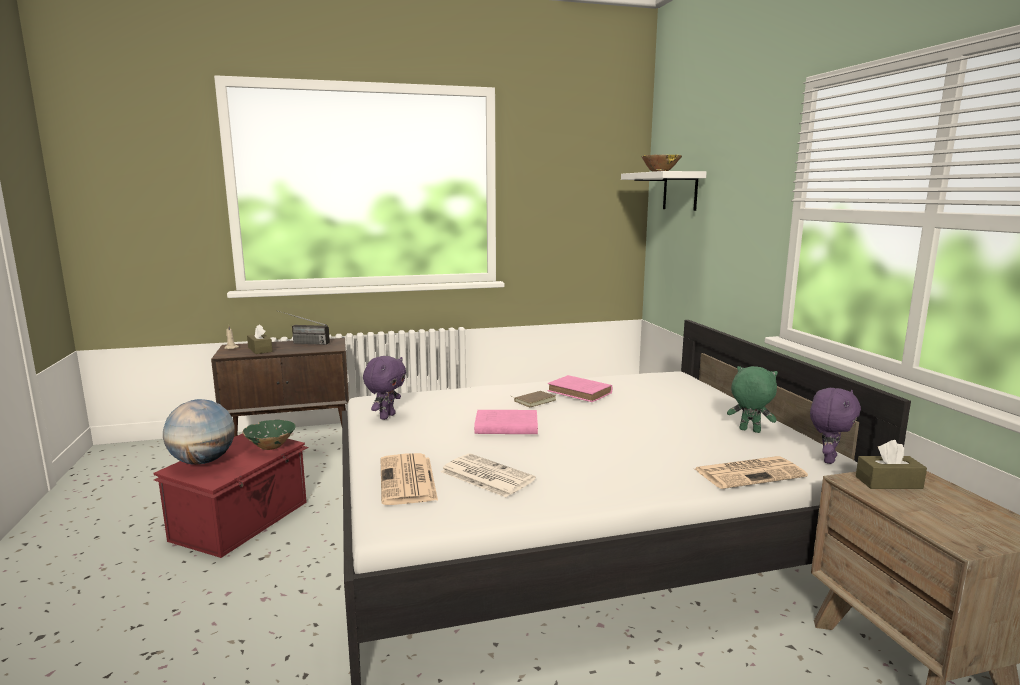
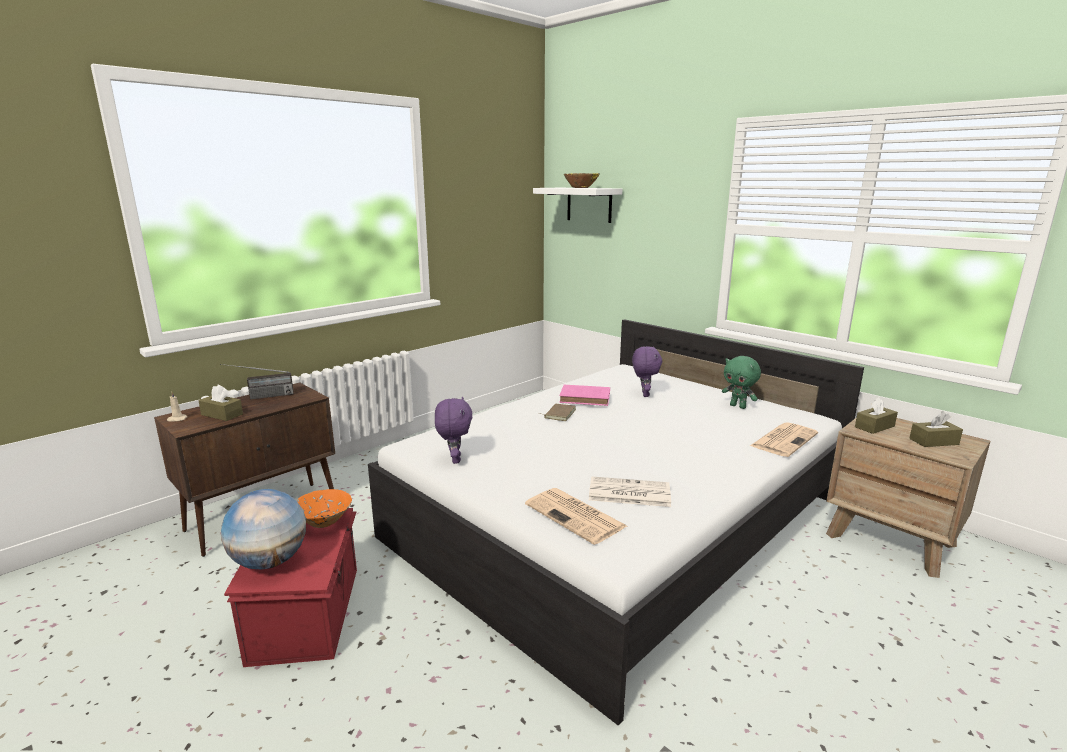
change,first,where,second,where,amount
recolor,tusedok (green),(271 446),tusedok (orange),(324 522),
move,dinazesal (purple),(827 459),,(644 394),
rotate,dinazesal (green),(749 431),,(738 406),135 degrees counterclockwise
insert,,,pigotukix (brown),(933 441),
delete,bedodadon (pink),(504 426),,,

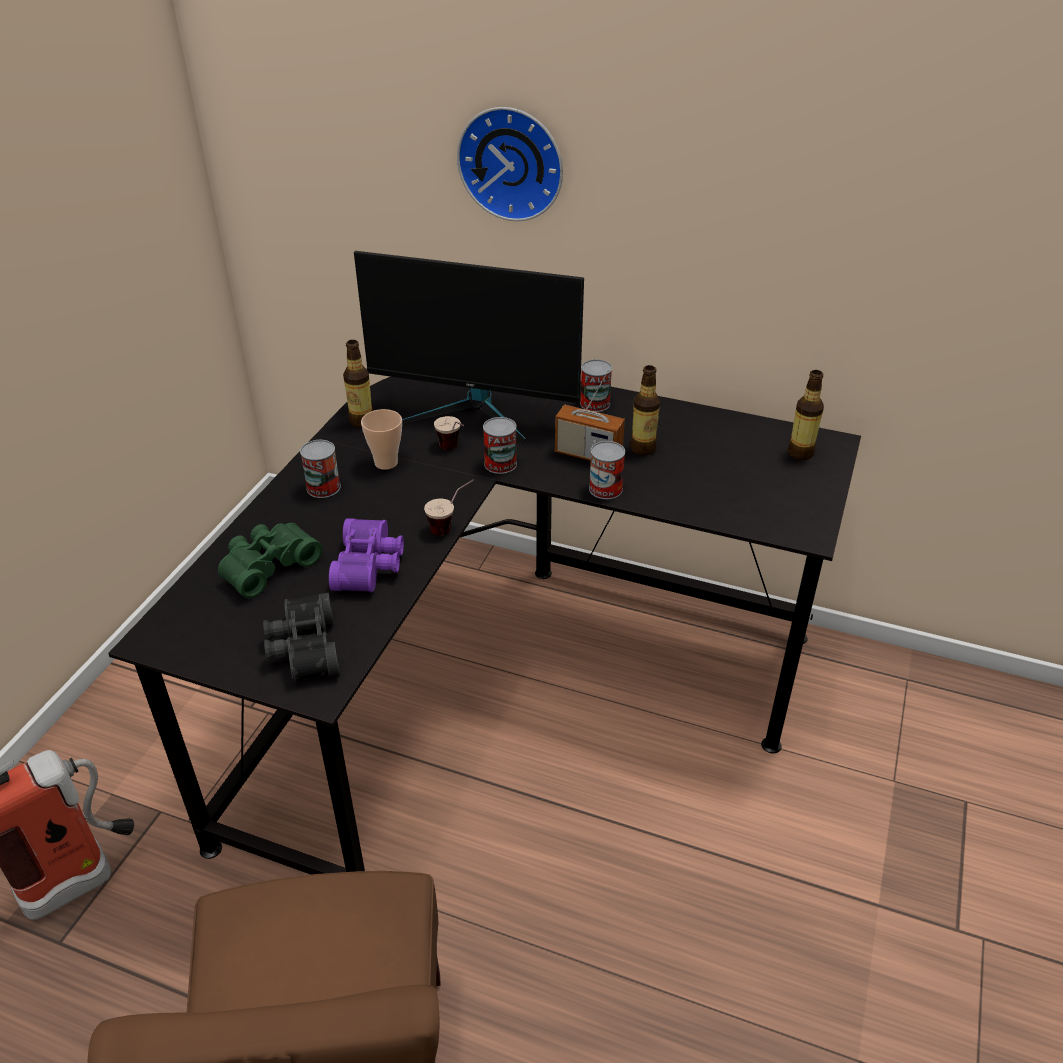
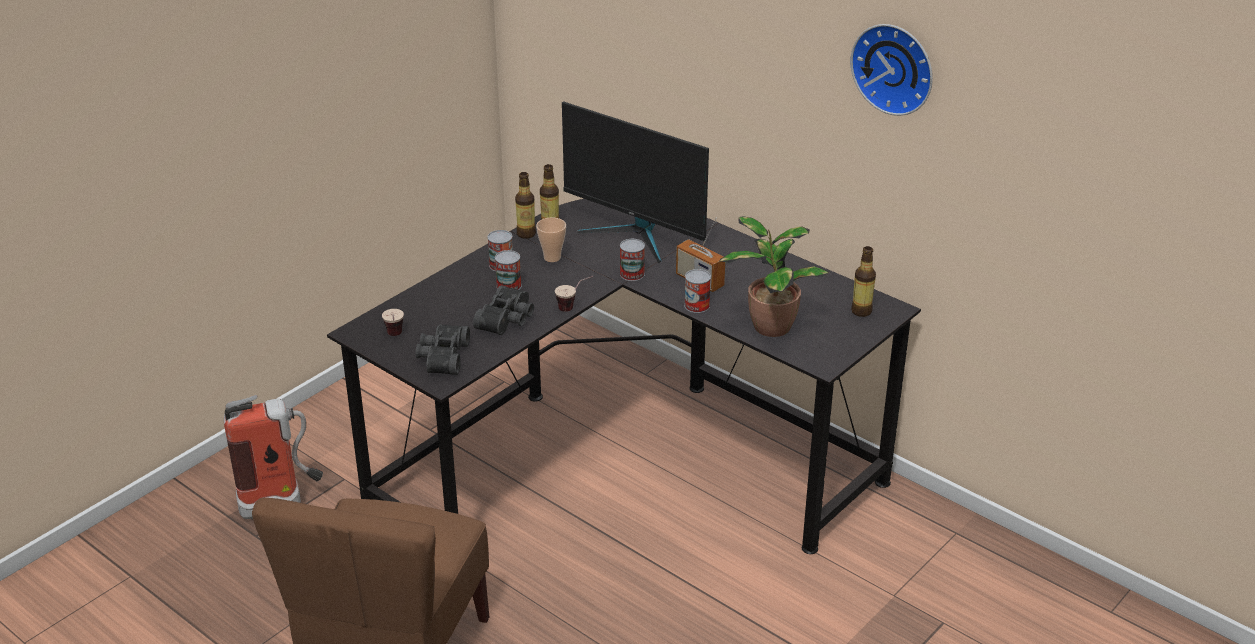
change,first,where,second,where,amount
move,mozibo,(453 450),,(395 337),
recolor,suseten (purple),(371 565),suseten (black),(508 319),
move,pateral,(595 403),,(509 286),
move,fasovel,(643 448),,(526 234),
insert,,,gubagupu,(769 325),
move,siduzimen,(512 162),,(895 67),
delete,suseten (green),(267 565),,,

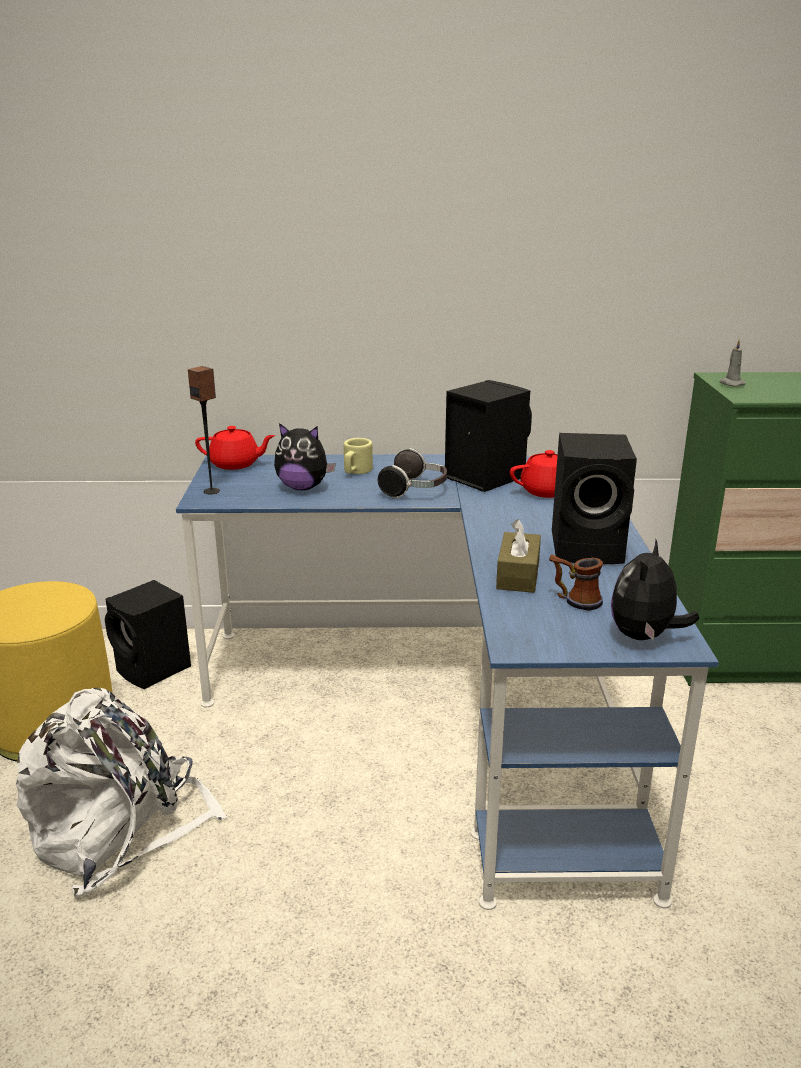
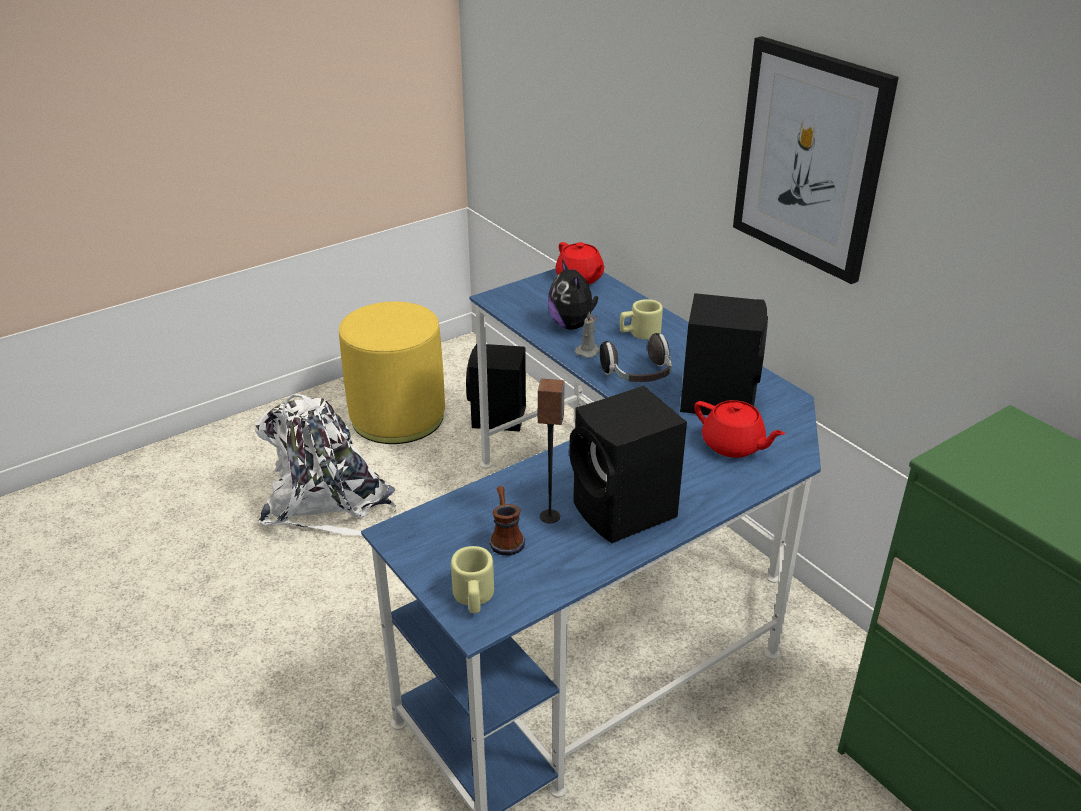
change,first,where,second,where,amount
replace,dinazesal,(644 637),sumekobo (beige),(473 597),
move,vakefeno,(212 491),,(550 516),
move,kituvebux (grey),(731 384),,(588 351),
insert,,,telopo,(810 159),
delete,pigotukix (brown),(518 575),,,

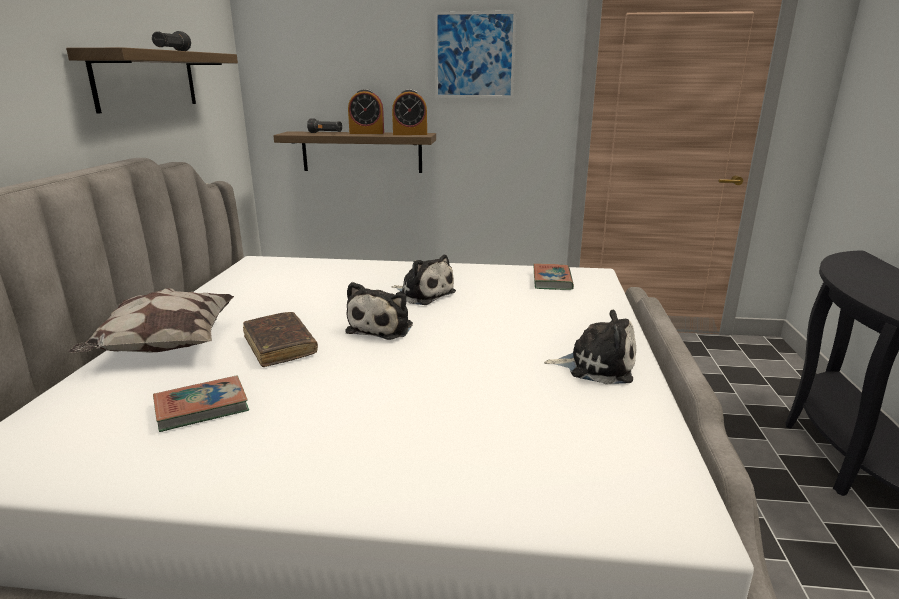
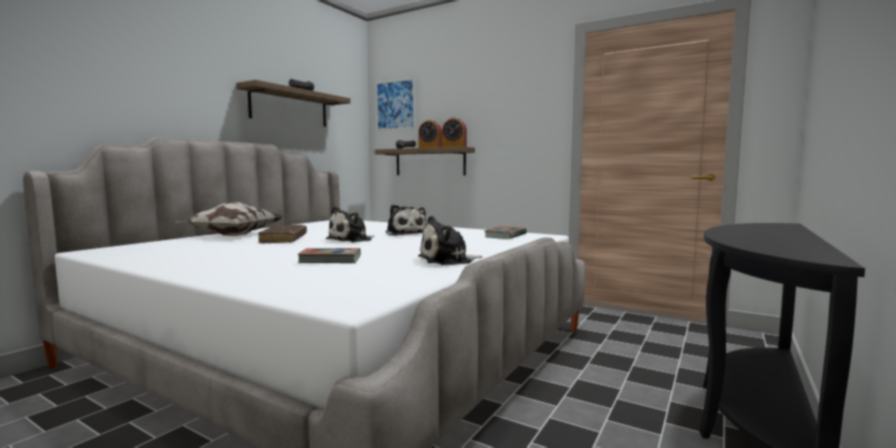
change,first,where,second,where,amount
move,bedodadon,(202 408),,(330 260),
move,telopo,(474 55),,(395 105),
rotate,dinazesal,(596 366),,(448 260),120 degrees clockwise

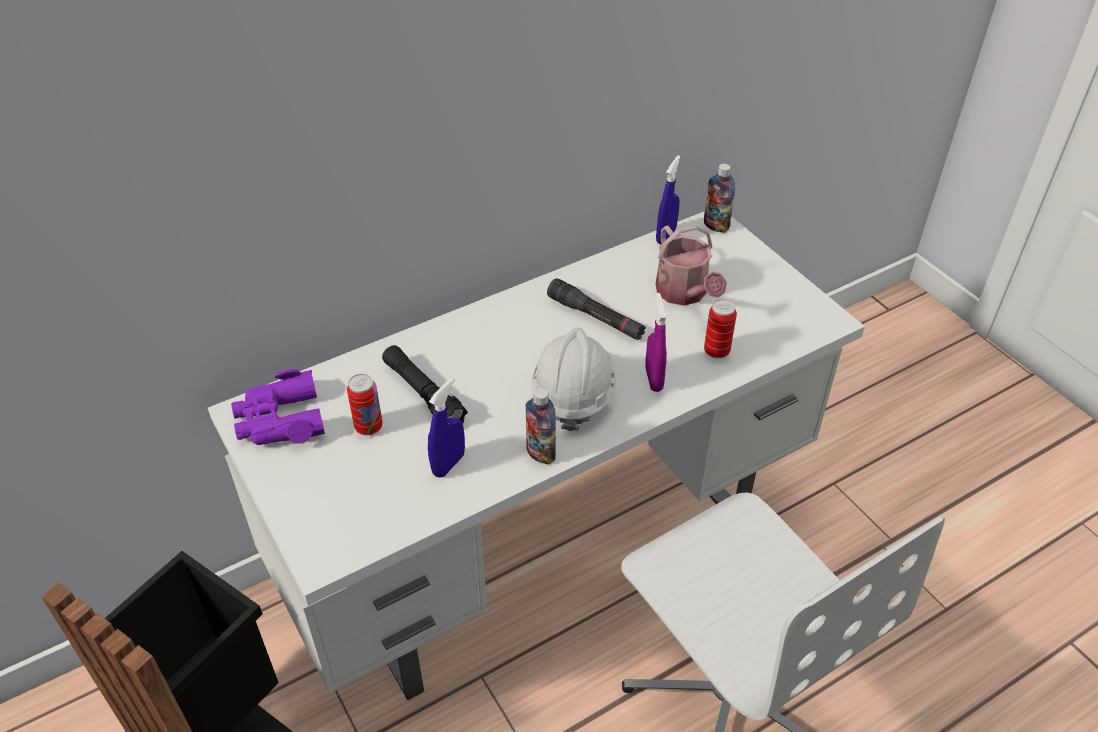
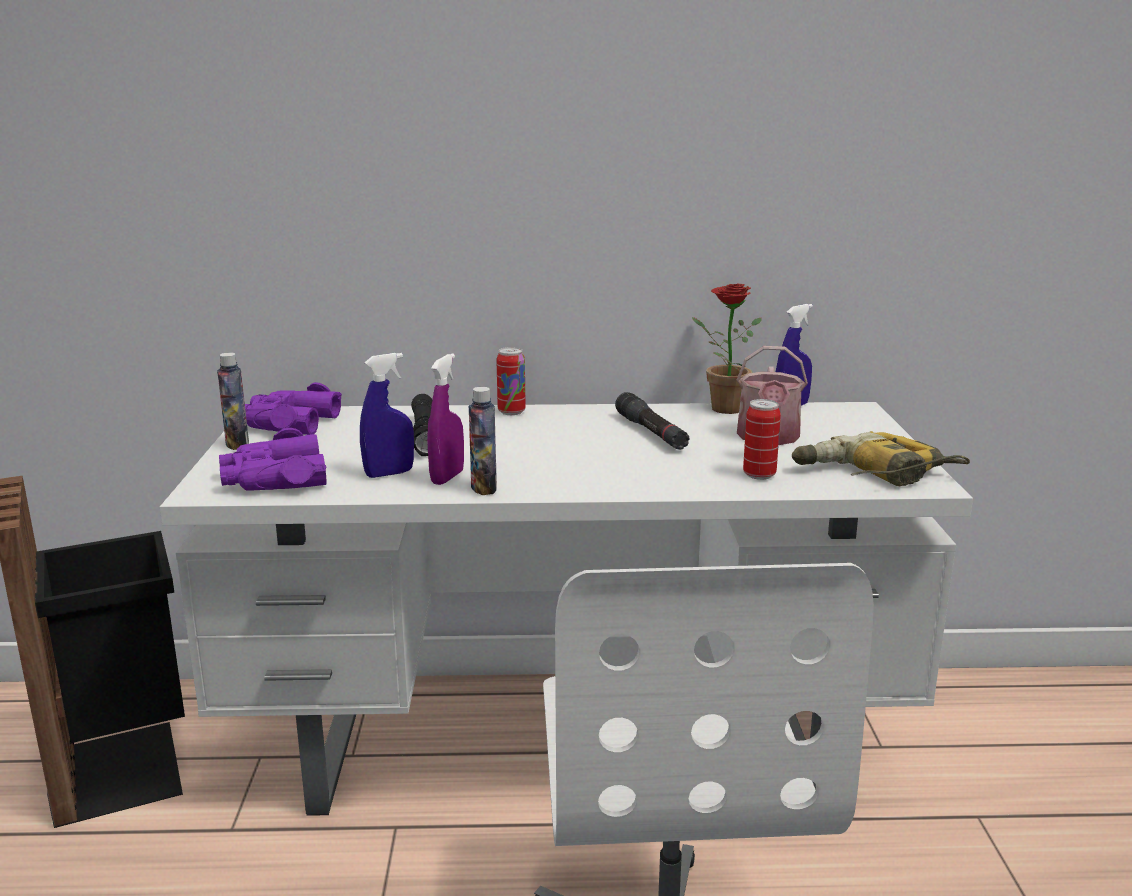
change,first,where,second,where,amount
move,fasovel,(716 226),,(237 444),
insert,,,suseten (purple),(274 478),
move,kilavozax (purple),(653 379),,(447 477),
move,pateral,(368 427),,(511 412),
insert,,,gubagupu,(720 408),
insert,,,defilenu,(874 475),
delete,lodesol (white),(573 394),,,

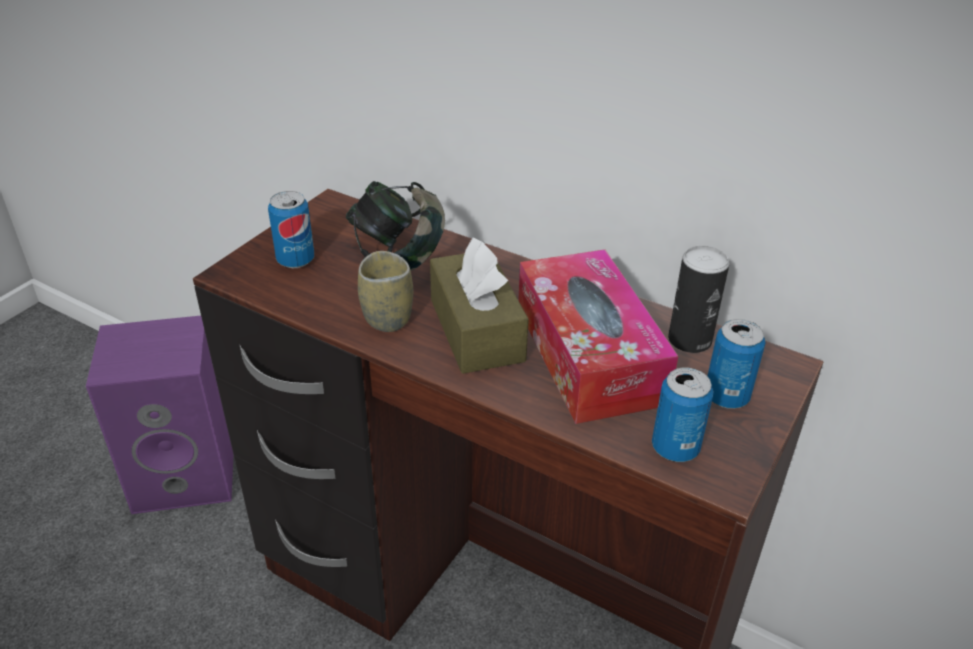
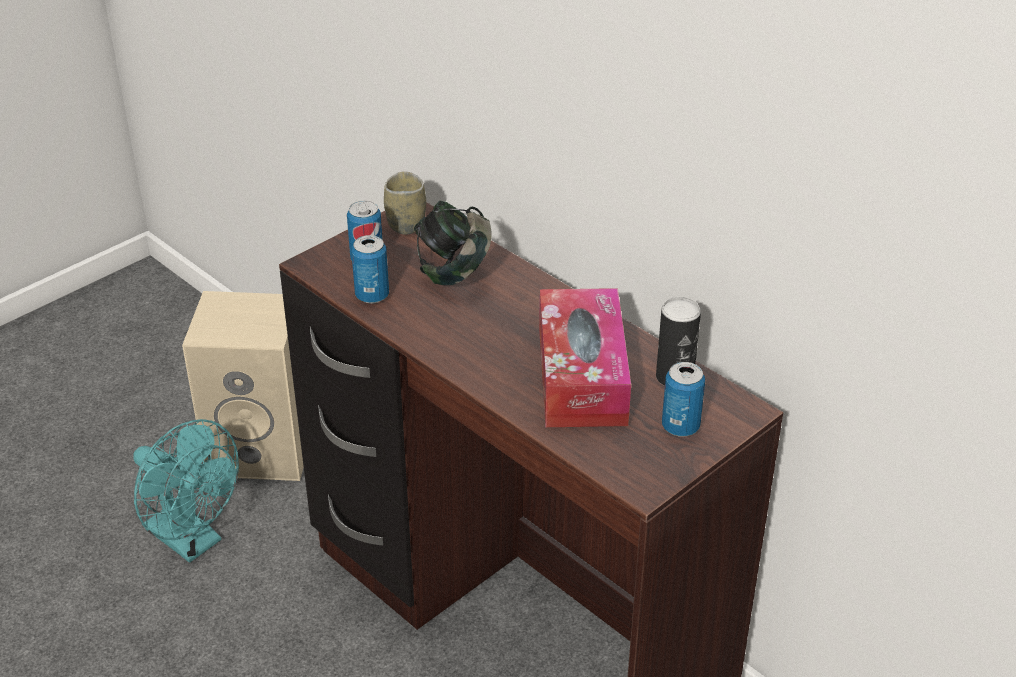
change,first,where,second,where,amount
insert,,,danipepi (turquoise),(192 541),
recolor,vakefeno (purple),(188 473),vakefeno (beige),(264 448),
move,pateral,(675 448),,(372 295),
move,mozibo,(387 318),,(406 224),
delete,pigotukix (brown),(476 330),,,

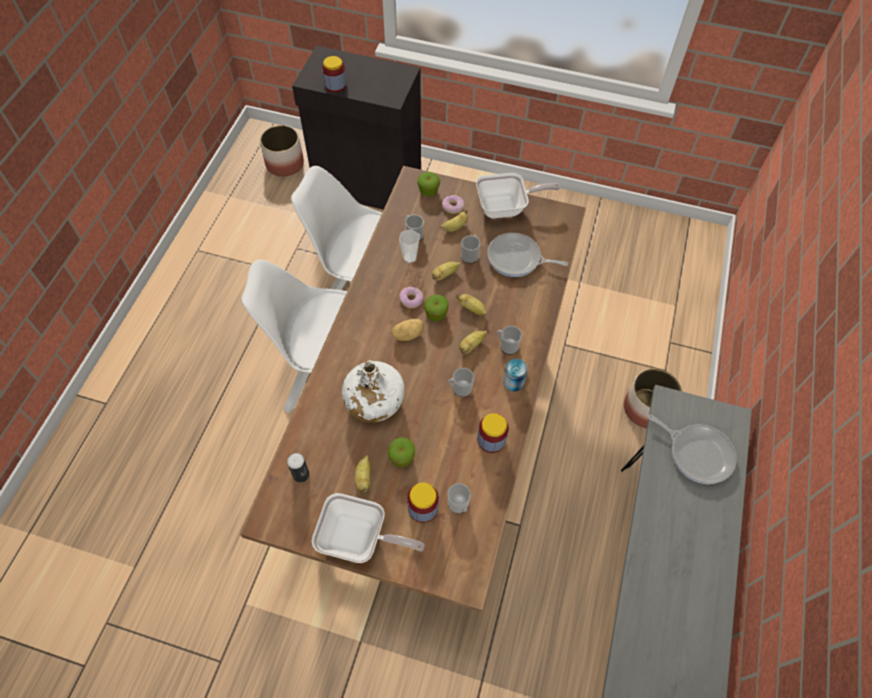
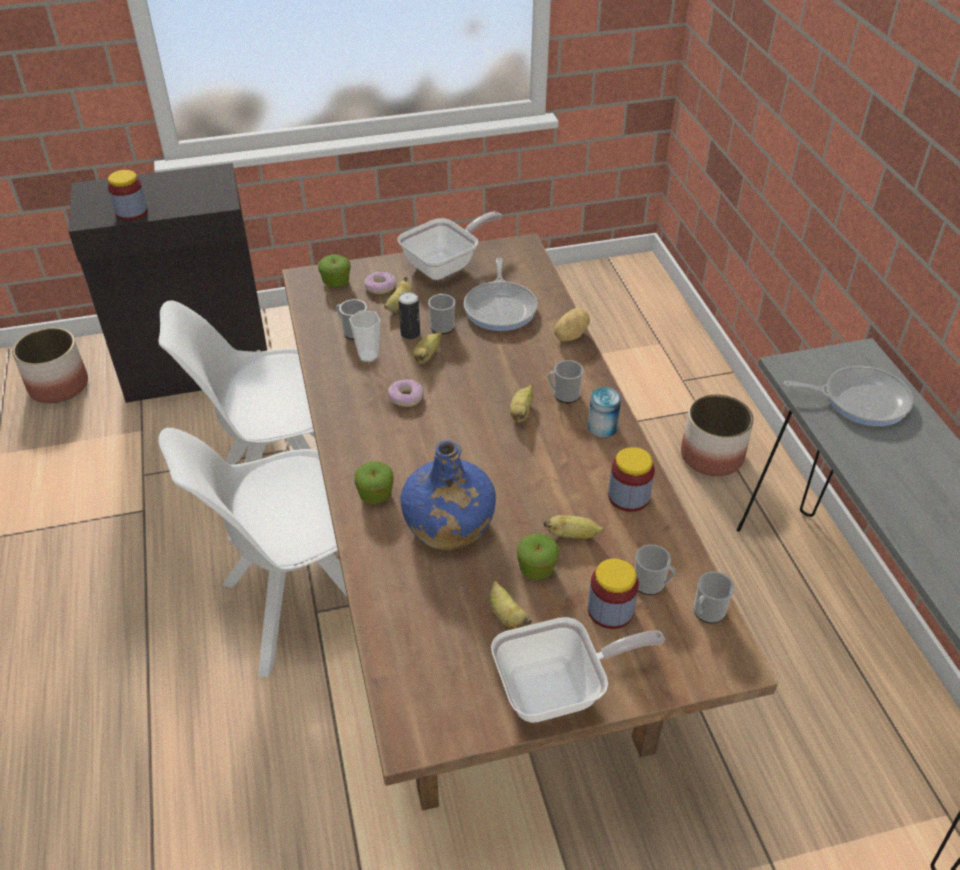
change,first,where,second,where,amount
move,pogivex,(436 314),,(375 495),
move,pateral,(301 475),,(410 333),
recolor,fasovel (white),(374 401),fasovel (blue),(447 524),
rotate,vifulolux,(517 259),,(501 308),75 degrees counterclockwise
move,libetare,(472 309),,(573 535),
move,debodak,(408 334),,(569 335),
move,sumekobo,(460 389),,(706 613),

